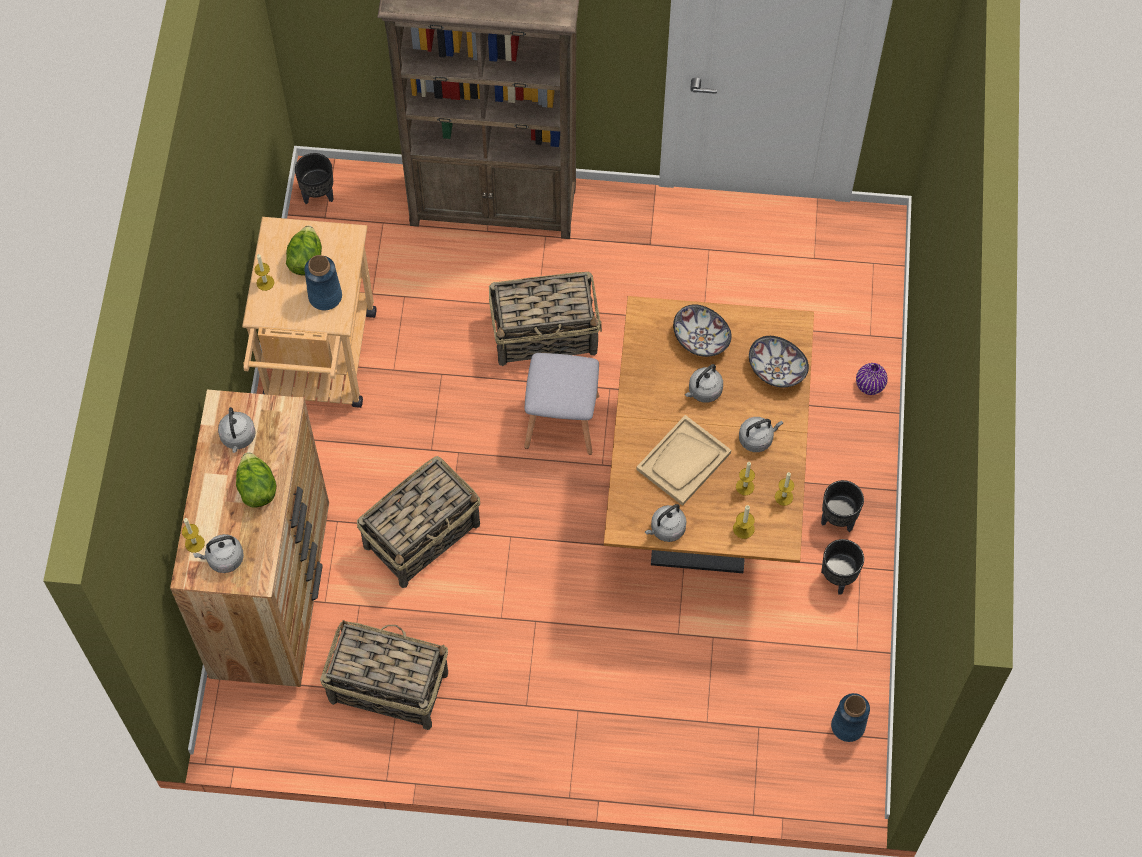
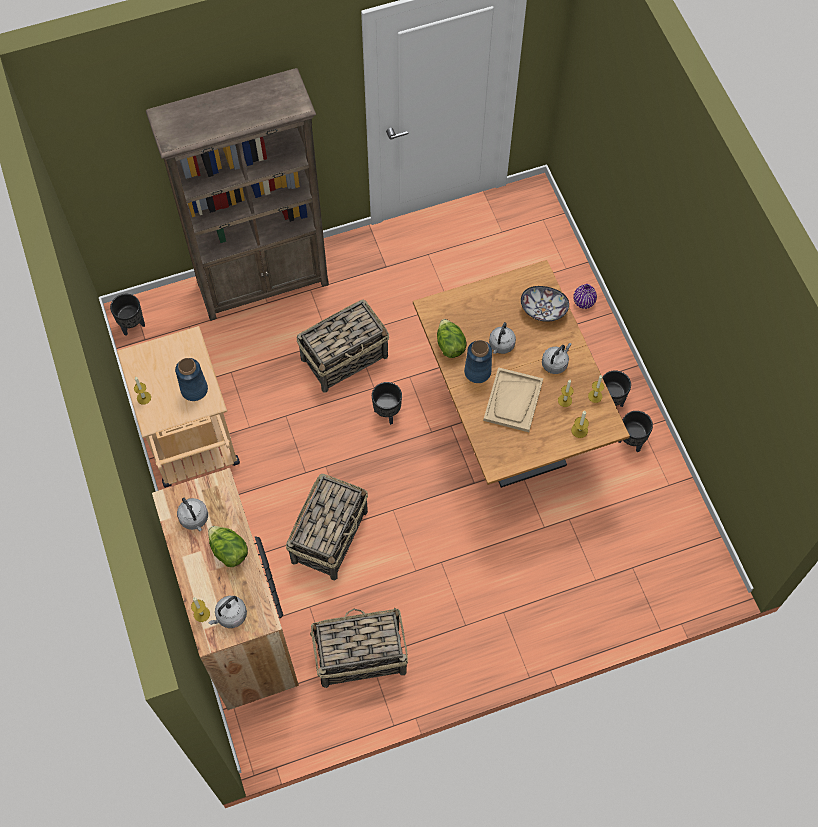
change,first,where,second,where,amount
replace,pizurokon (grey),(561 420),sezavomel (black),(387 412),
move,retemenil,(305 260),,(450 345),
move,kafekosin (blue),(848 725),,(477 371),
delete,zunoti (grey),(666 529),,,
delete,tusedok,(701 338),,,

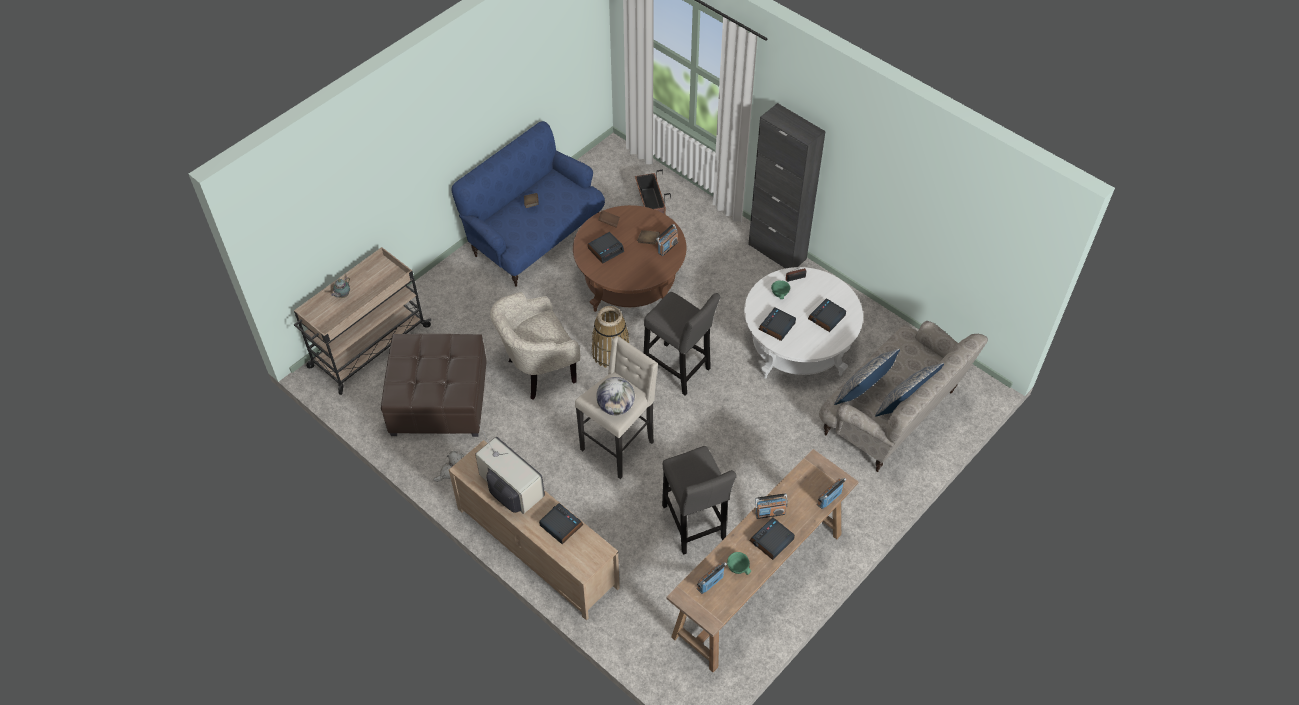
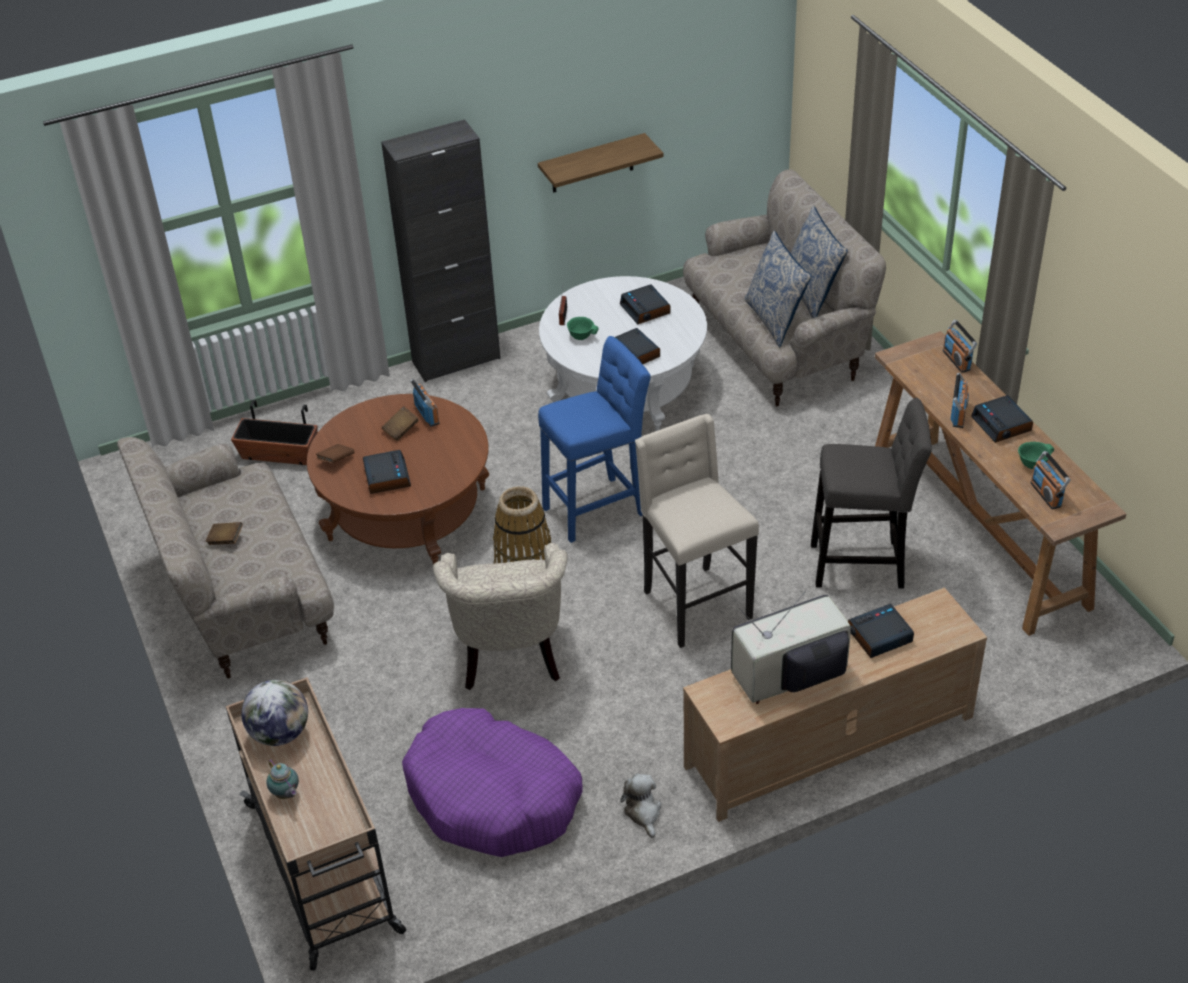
change,first,where,second,where,amount
recolor,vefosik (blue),(534 237),vefosik (beige),(243 597),
move,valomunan,(616 407),,(280 733),
replace,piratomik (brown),(438 400),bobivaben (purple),(493 796),
insert,,,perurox,(592 164),
recolor,pizurokon (grey),(679 370),pizurokon (blue),(598 508),

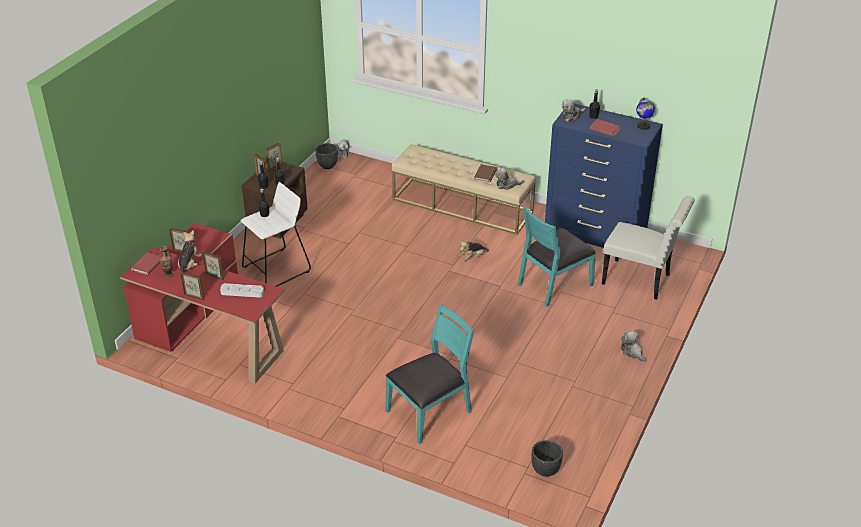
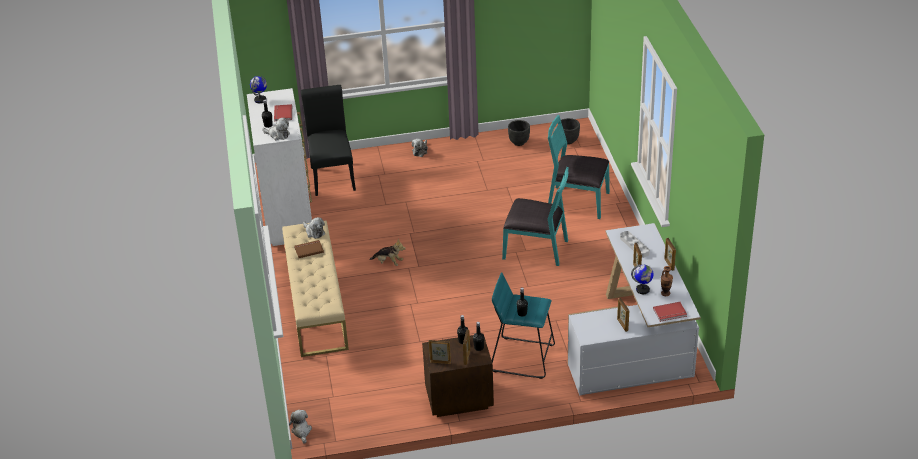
change,first,where,second,where,amount
recolor,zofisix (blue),(595 234),zofisix (white),(288 218),
recolor,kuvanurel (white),(640 281),kuvanurel (black),(332 176),
recolor,pizurokon (white),(277 269),pizurokon (turquoise),(522 357),
move,kuvanurel (turquoise),(554 284),,(536 249),
move,sezavomel (black),(327 166),,(518 142),
recolor,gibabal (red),(209 331),gibabal (white),(635 345),
replace,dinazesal,(189 266),valomunan,(642 290),

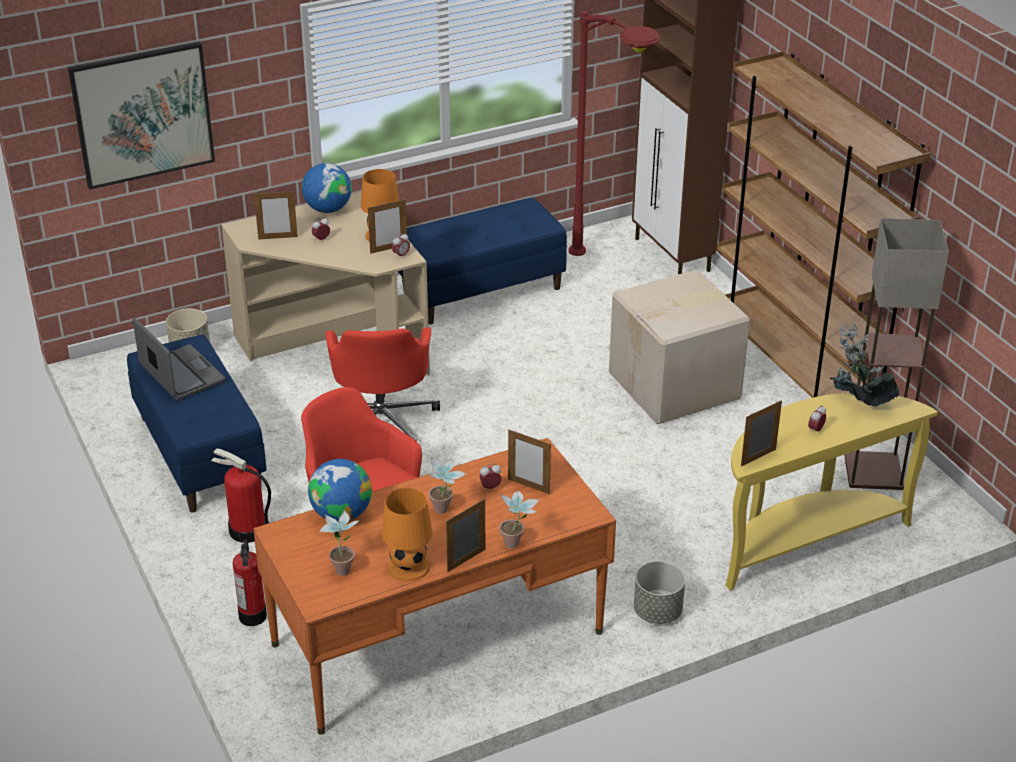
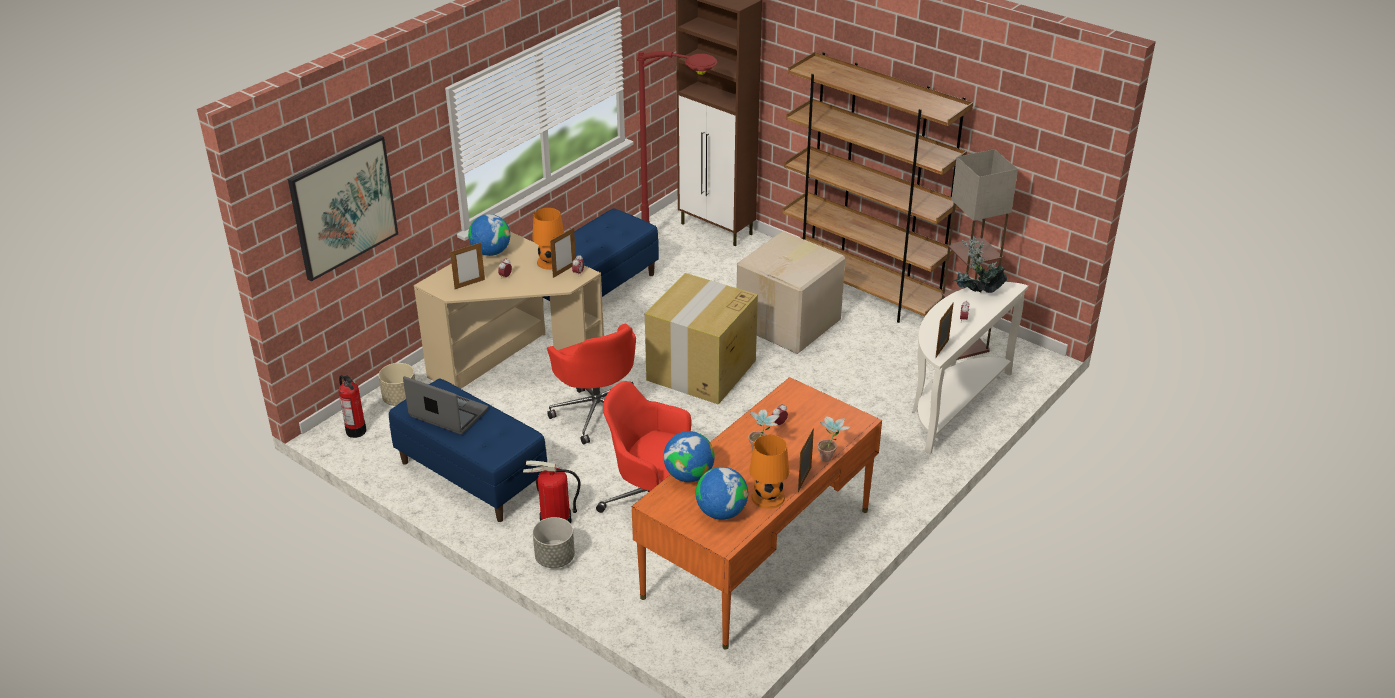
change,first,where,second,where,amount
move,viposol,(253 616),,(356 431),
move,sezavomel (grey),(658 612),,(555 558),
insert,,,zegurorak,(700 371),
replace,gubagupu,(342 567),valomunan,(721 512),
recolor,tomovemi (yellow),(805 540),tomovemi (white),(952 404),
delete,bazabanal,(528 486),,,

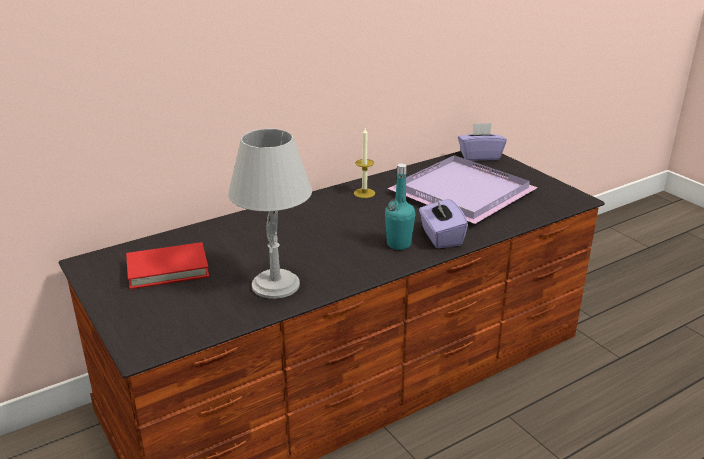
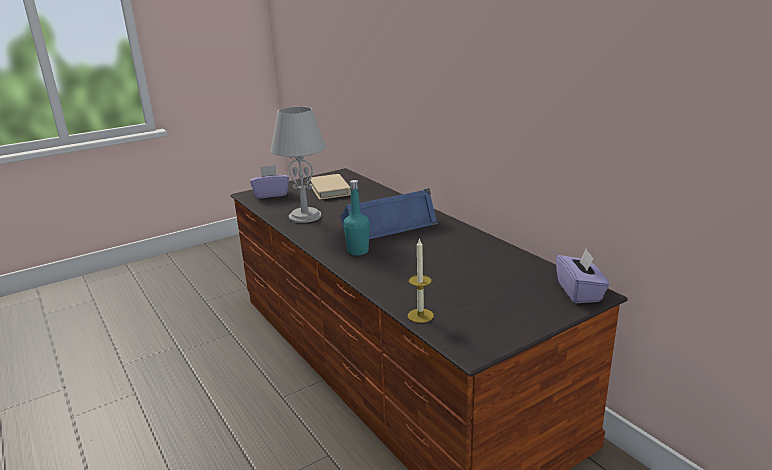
change,first,where,second,where,amount
move,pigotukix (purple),(441 237),,(271 194),
recolor,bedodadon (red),(168 269),bedodadon (beige),(330 189),
insert,,,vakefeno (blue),(388 226),
move,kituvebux,(364 193),,(420 315),
delete,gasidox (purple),(465 192),,,

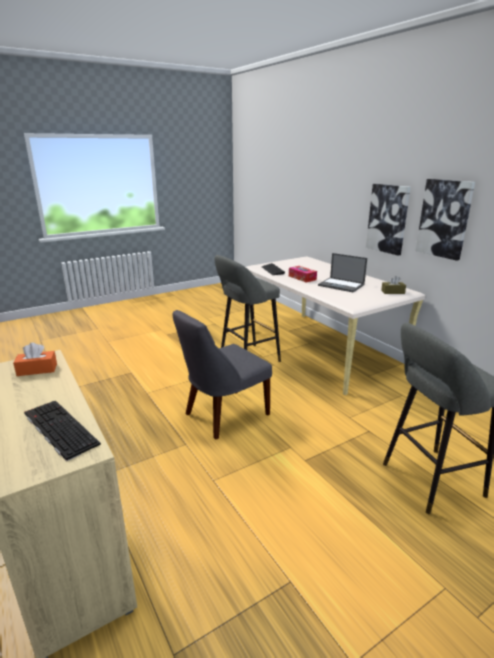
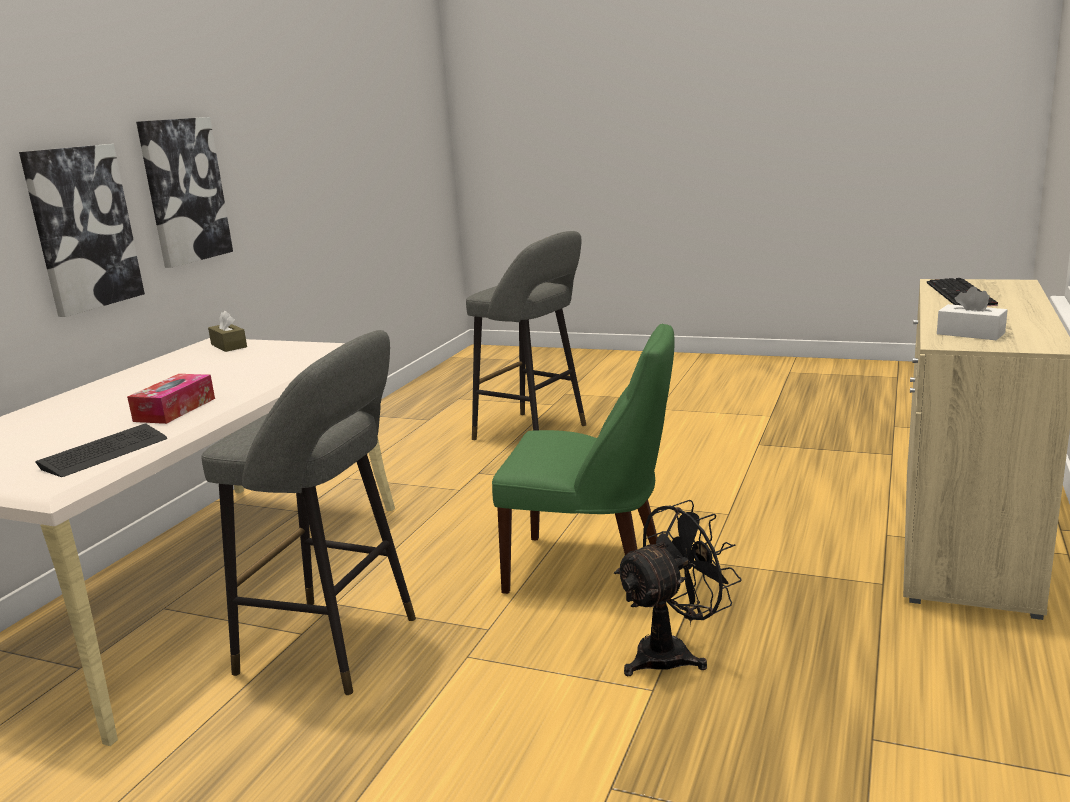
change,first,where,second,where,amount
recolor,kuvanurel (grey),(223 415),kuvanurel (green),(592 569),
insert,,,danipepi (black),(673 652),
recolor,pigotukix (orange),(37 370),pigotukix (white),(970 334),
delete,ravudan,(341 285),,,

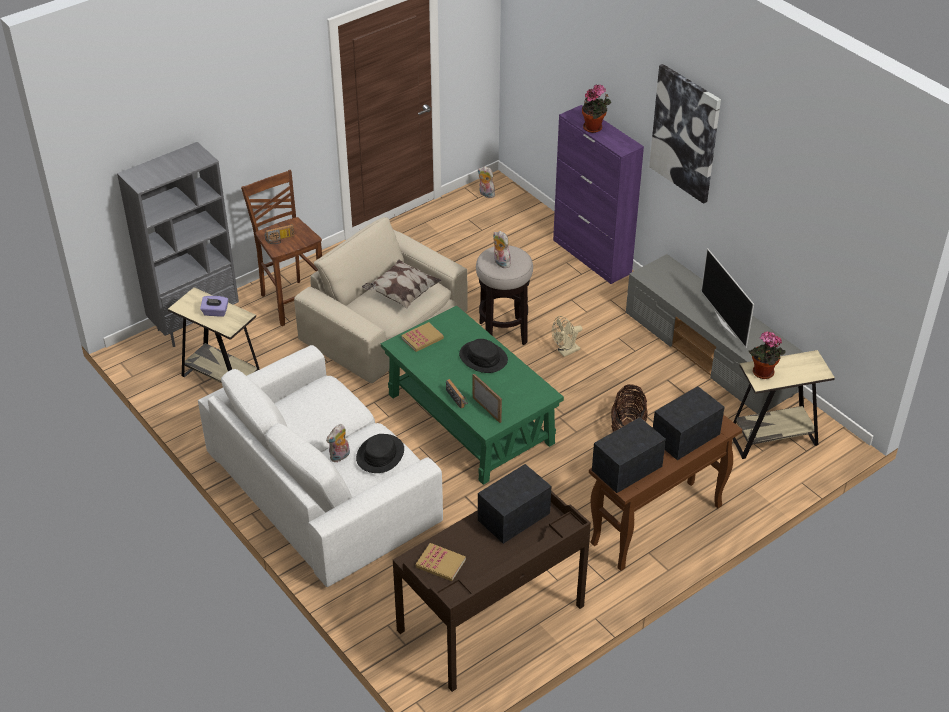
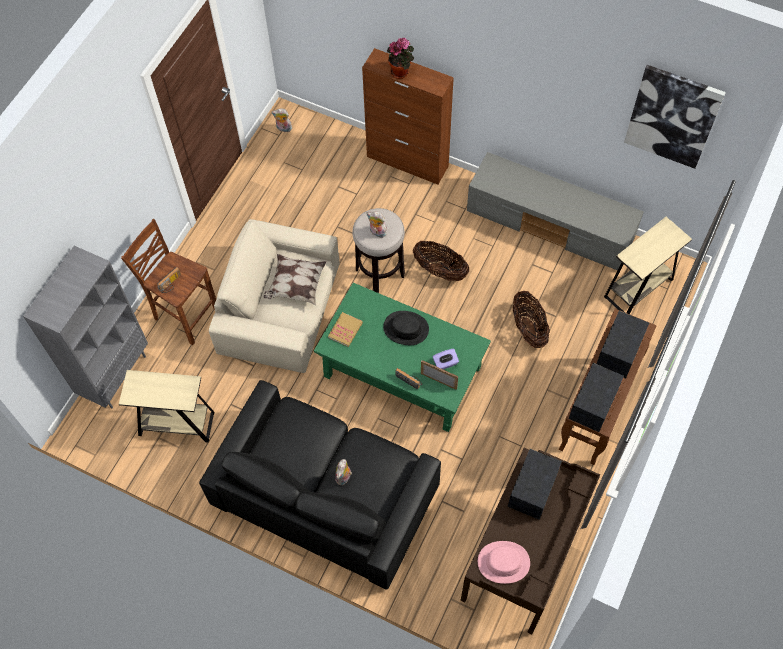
change,first,where,second,where,amount
recolor,vefosik (white),(324 487),vefosik (black),(325 493),
recolor,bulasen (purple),(592 257),bulasen (brown),(408 161),
replace,danipepi (beige),(566 352),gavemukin,(440 270),
move,pigotukix (purple),(215 312),,(445 363),
replace,bedodadon,(440 563),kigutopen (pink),(503 562),
move,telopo,(685 133),,(673 116),
delete,kigutopen (black),(380 454),,,
delete,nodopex,(726 324),,,
delete,gubagupu,(762 374),,,

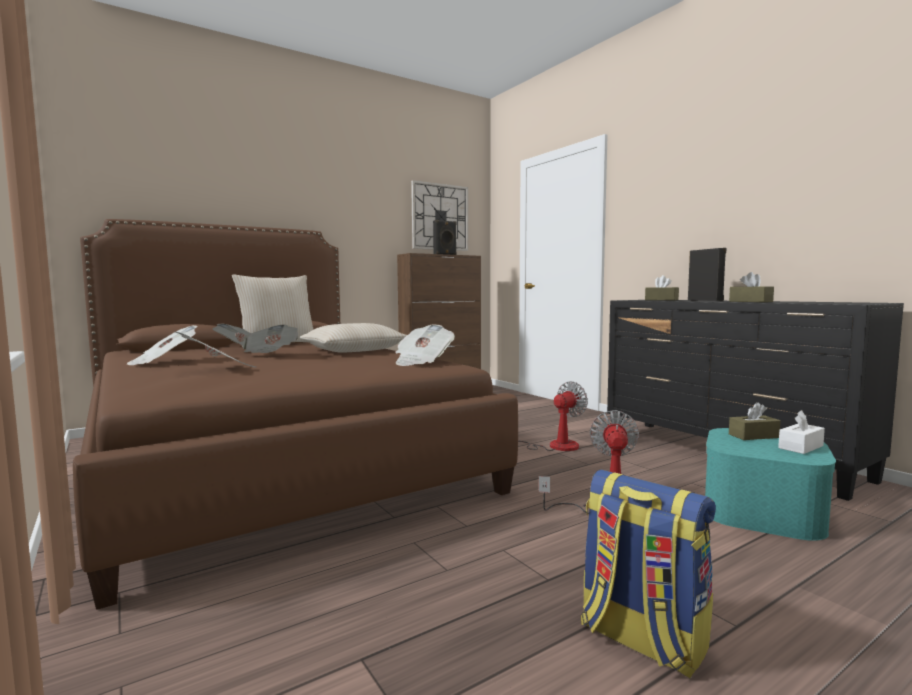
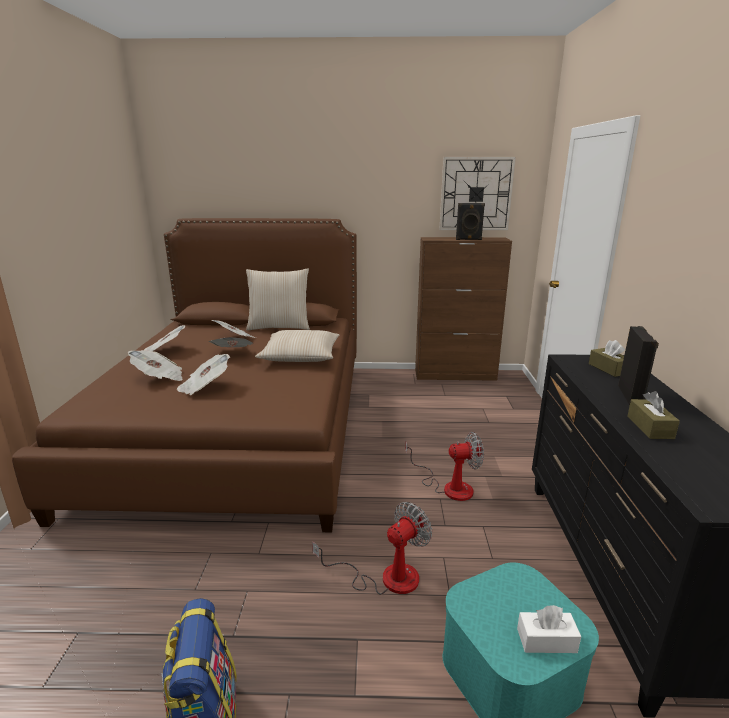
change,first,where,second,where,amount
move,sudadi,(422 362),,(205 387),
delete,pigotukix (brown),(753 436),,,

